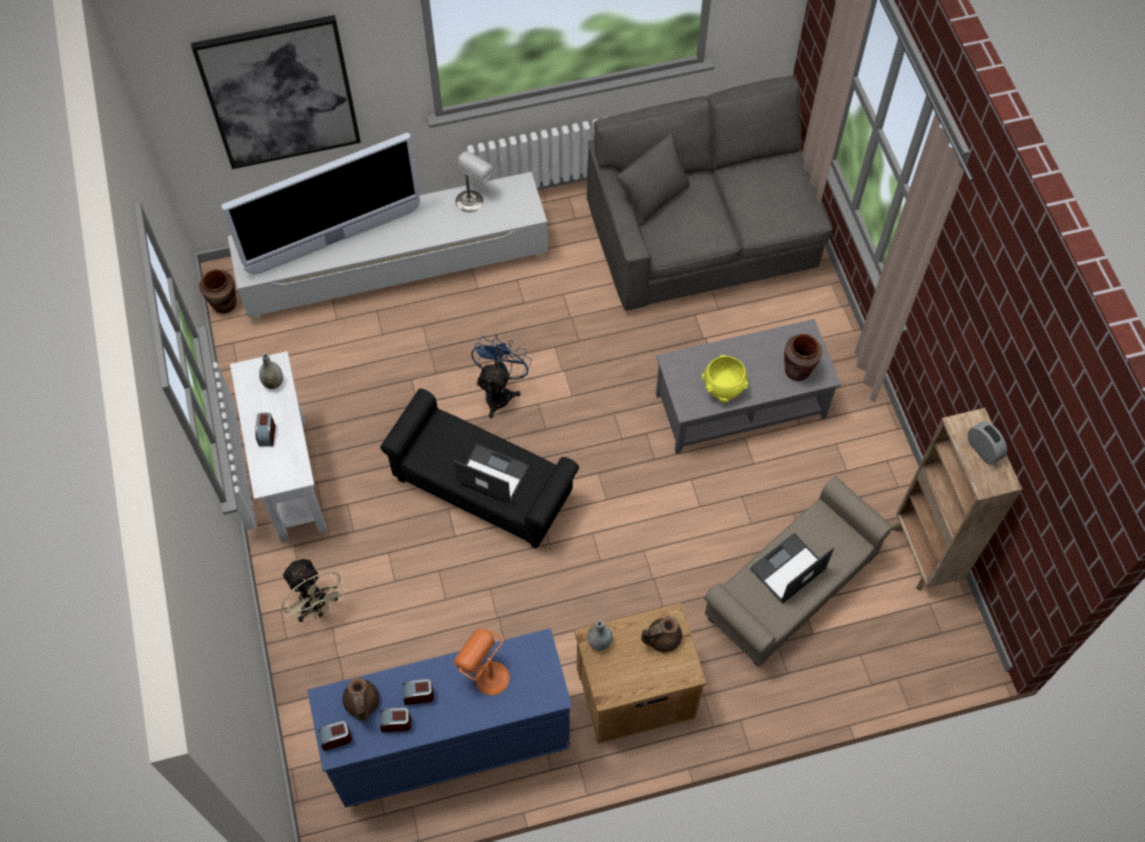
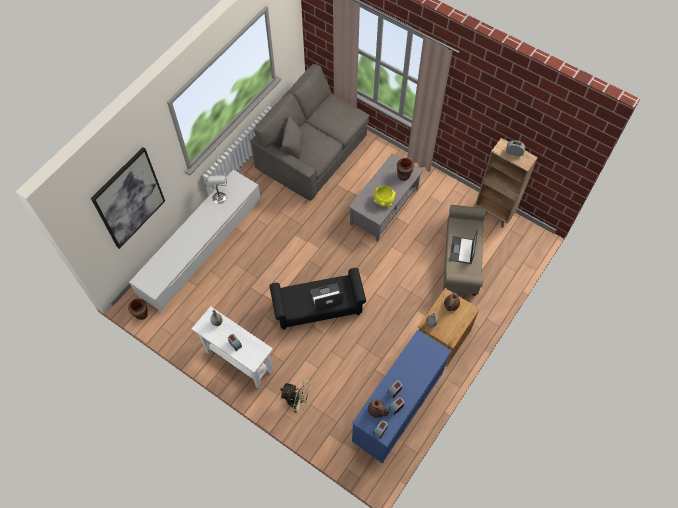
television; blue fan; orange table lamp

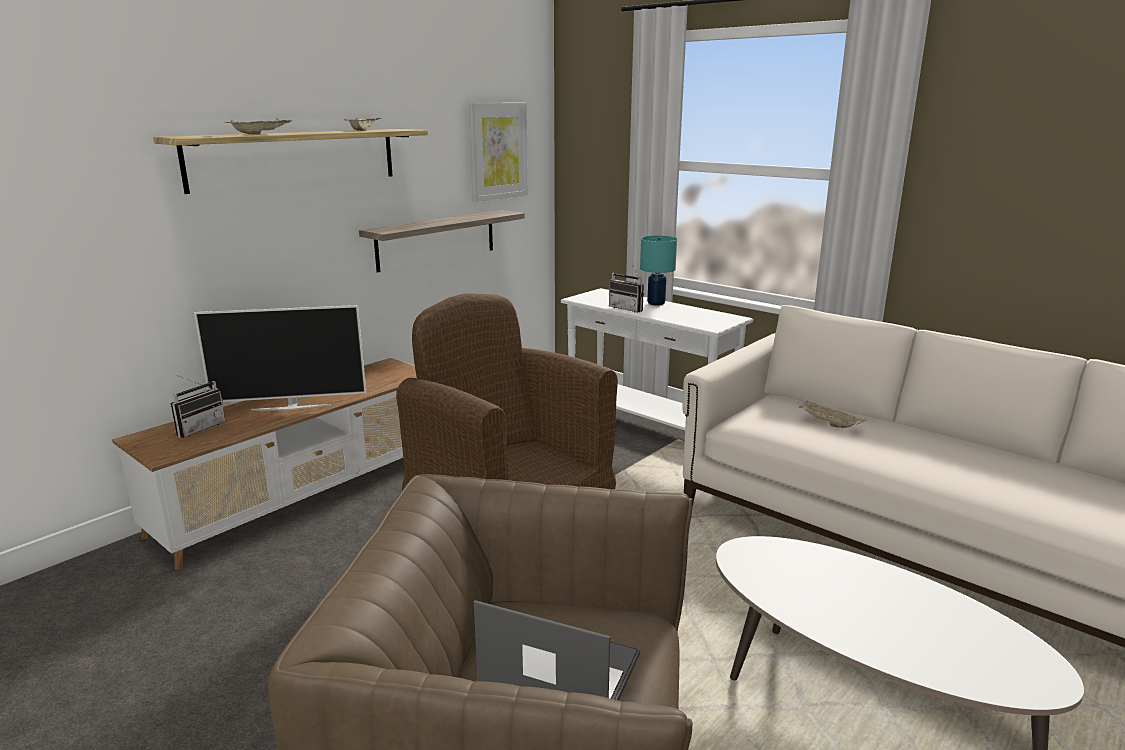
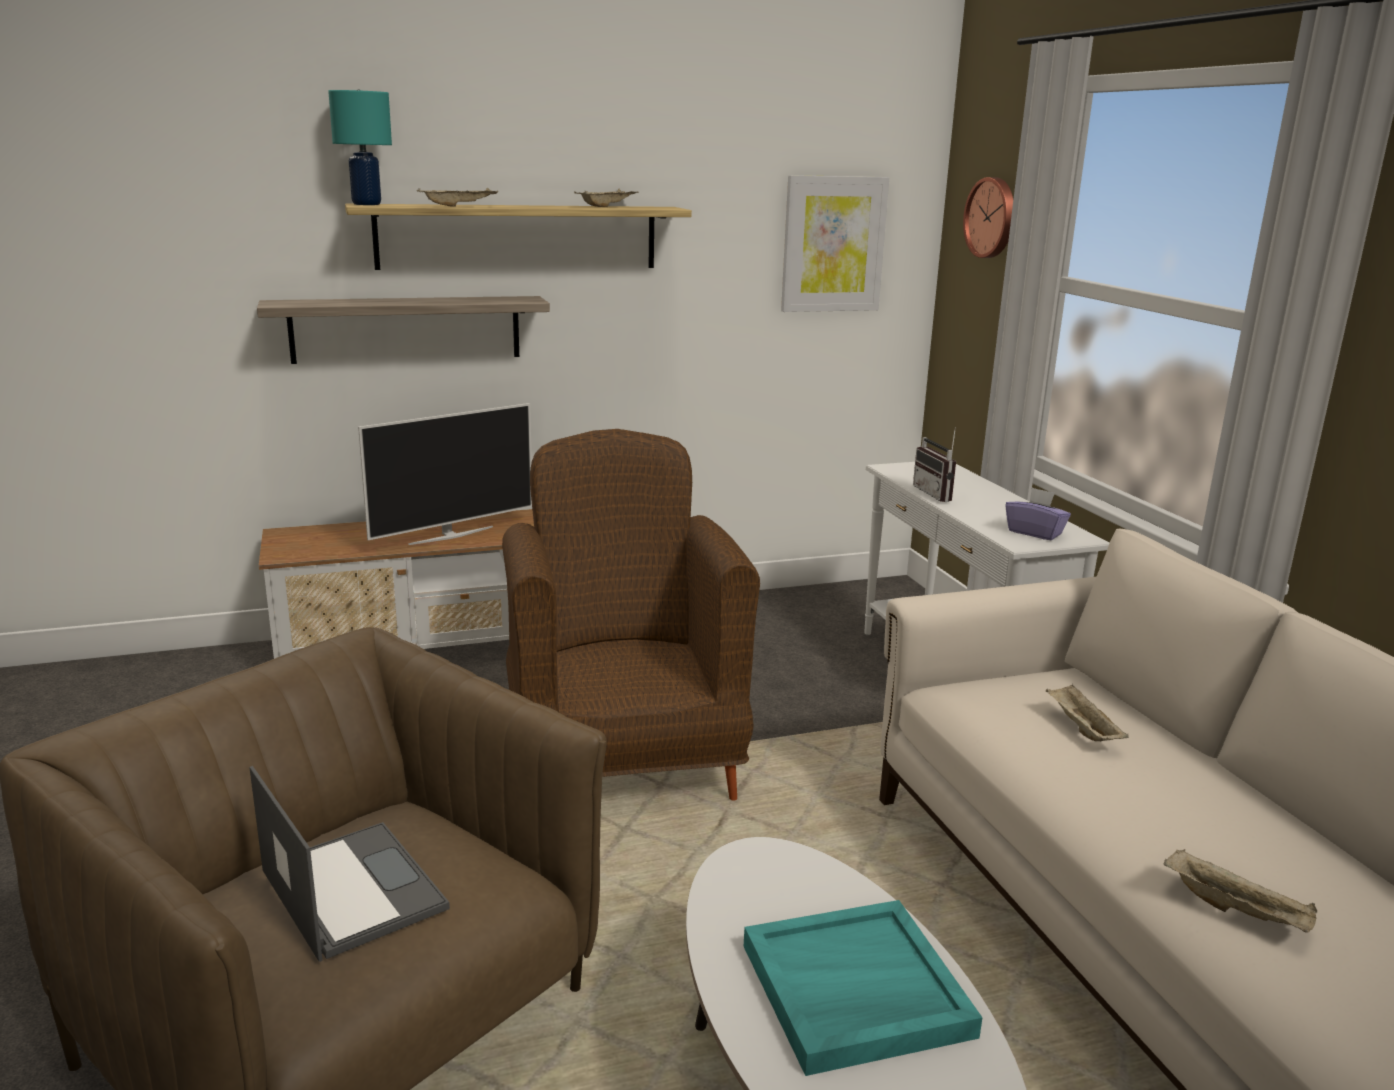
shelf (no. 1 from left); turquoise table lamp; television; radio (no. 1 from left in the first image); wall clock; purple tissue box; beige tray (no. 4 from left); turquoise tray

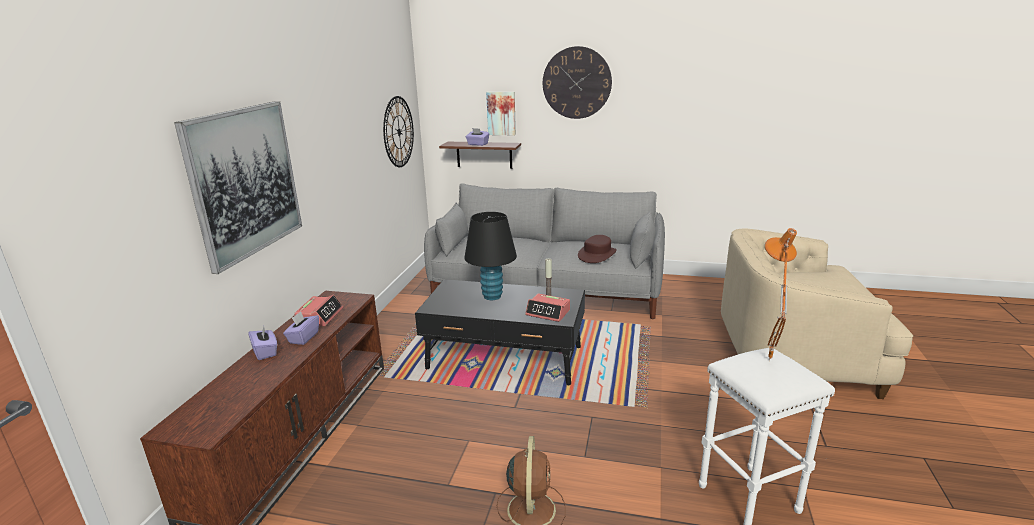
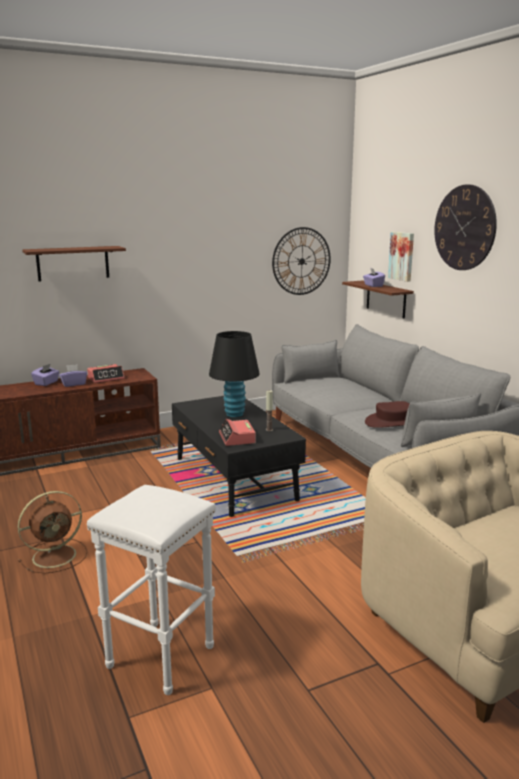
brown shelf (no. 1 from left); orange table lamp

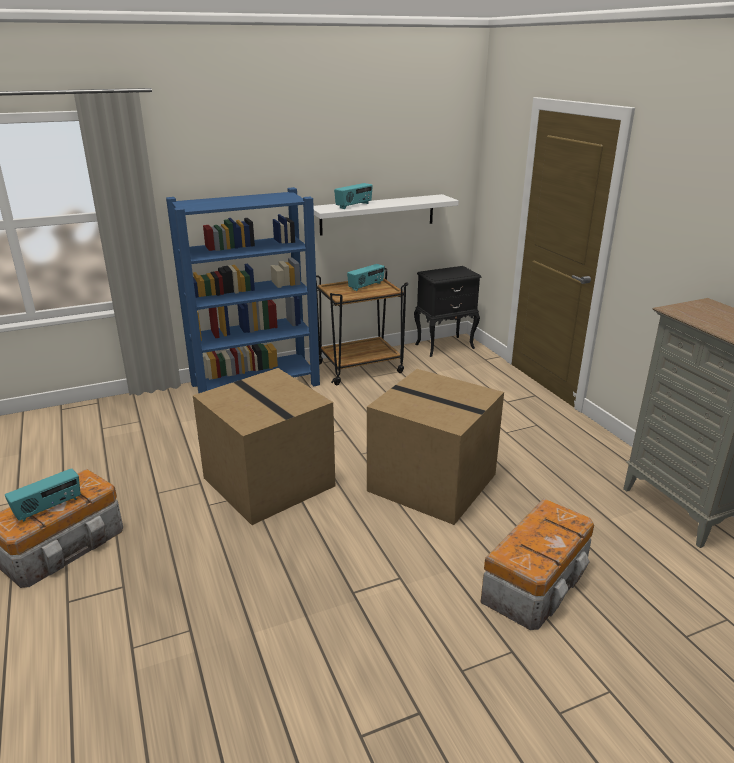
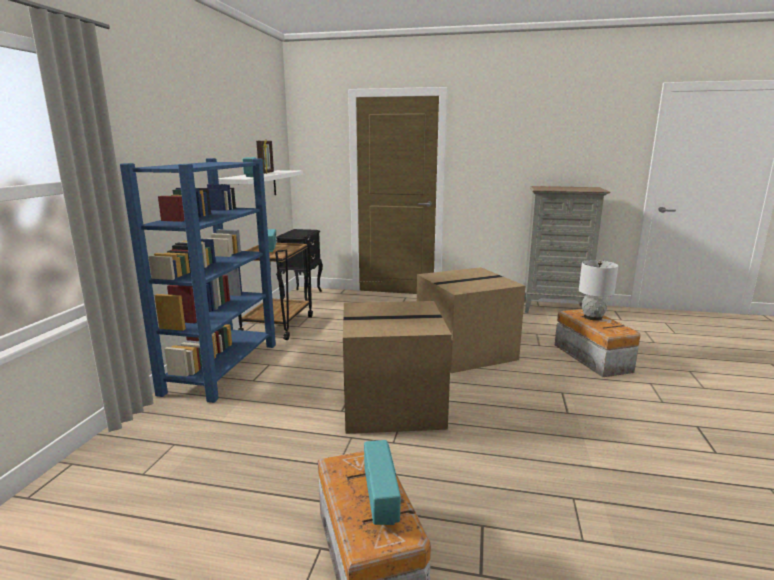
picture frame; white table lamp

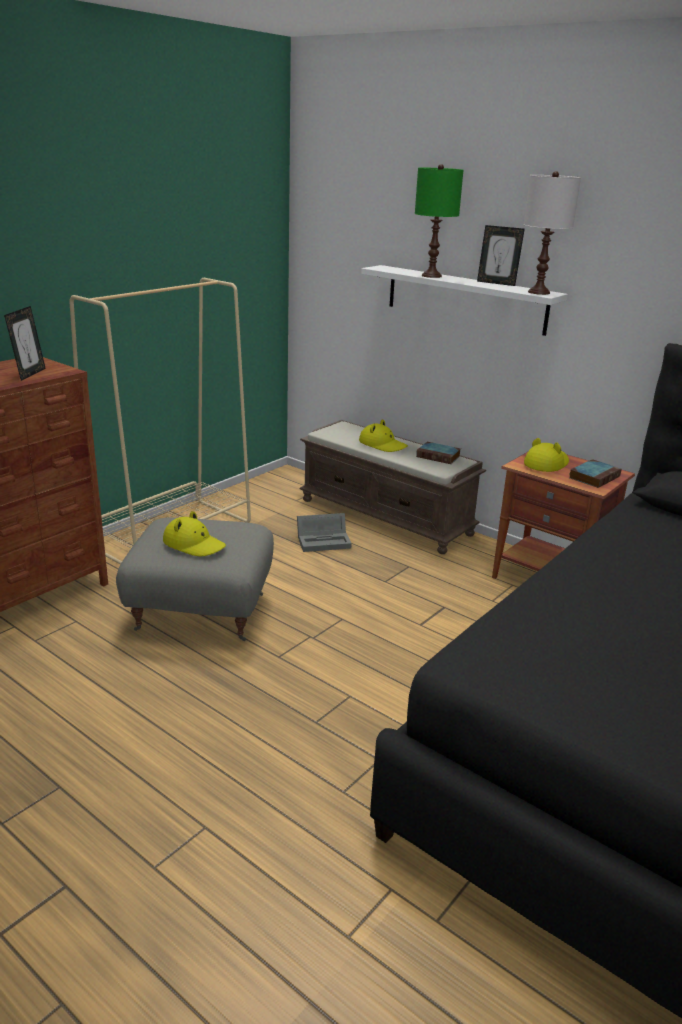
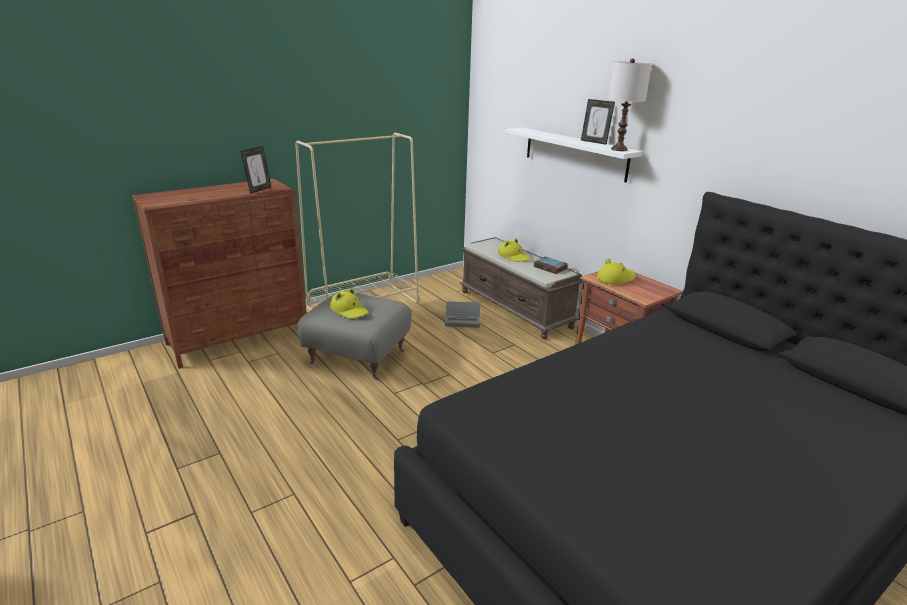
green table lamp; book (no. 2 from left in the first image)

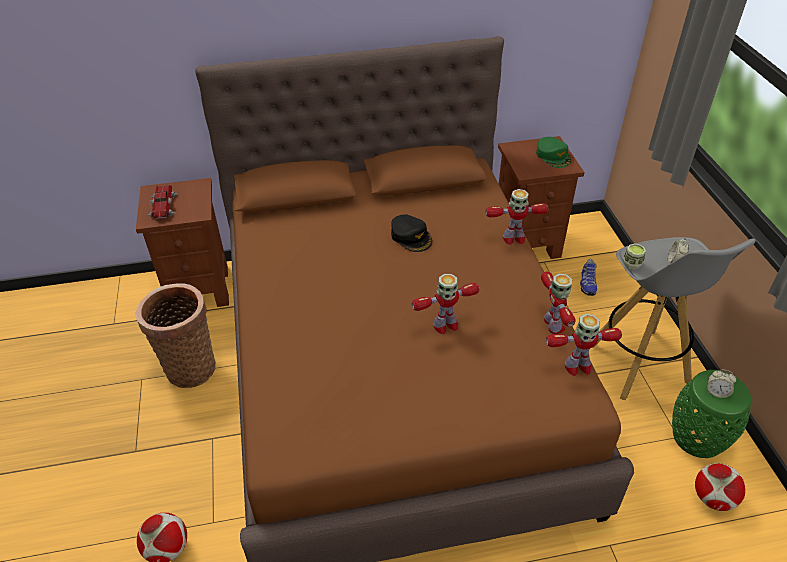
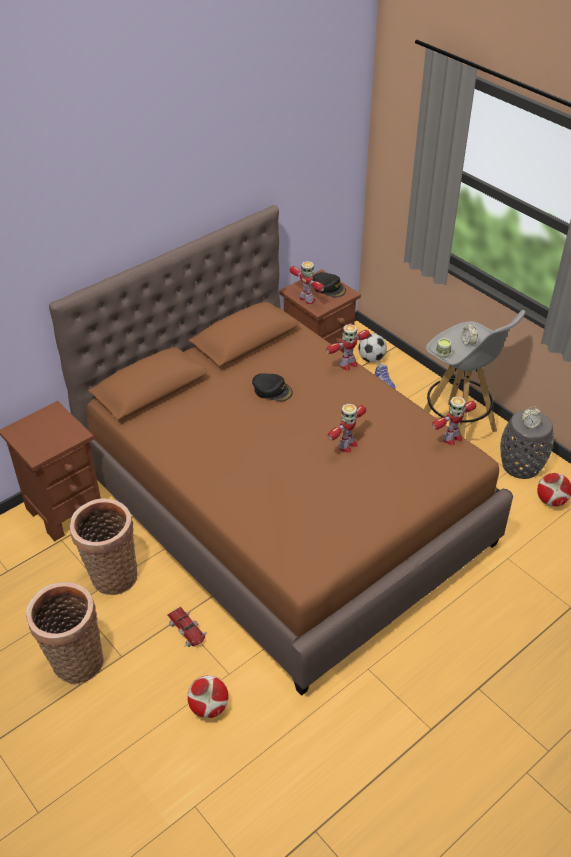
black cap (no. 2 from left); toy car; toy robot (no. 1 from left); grey stool (no. 2 from left); football (no. 2 from left); basket (no. 1 from left)

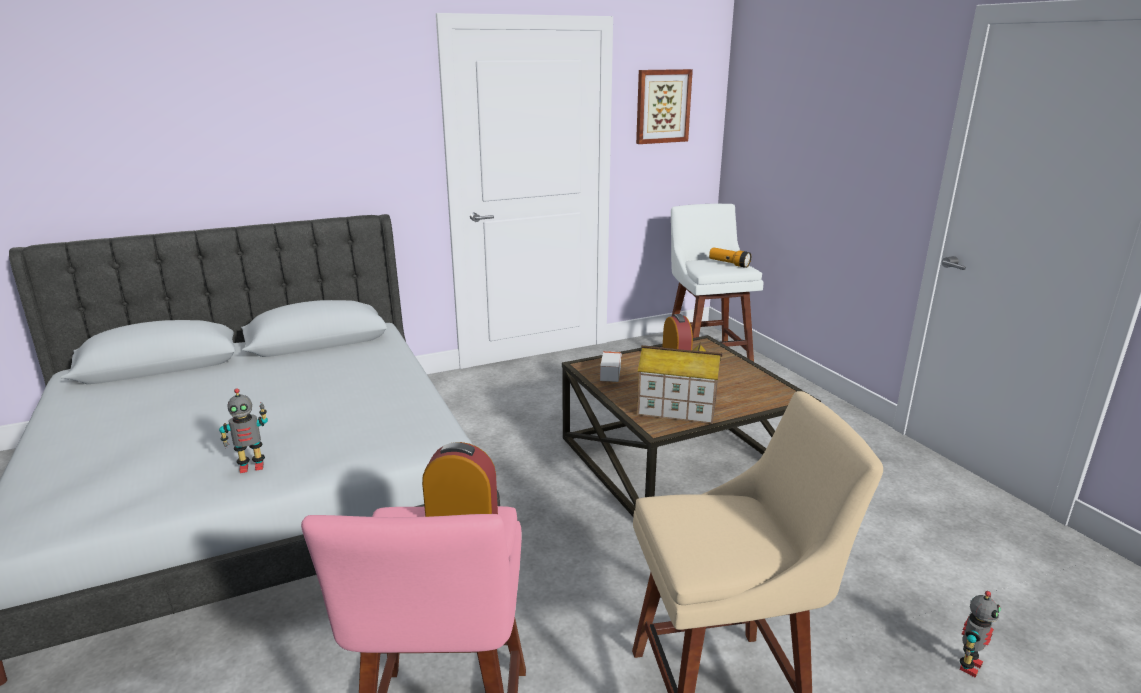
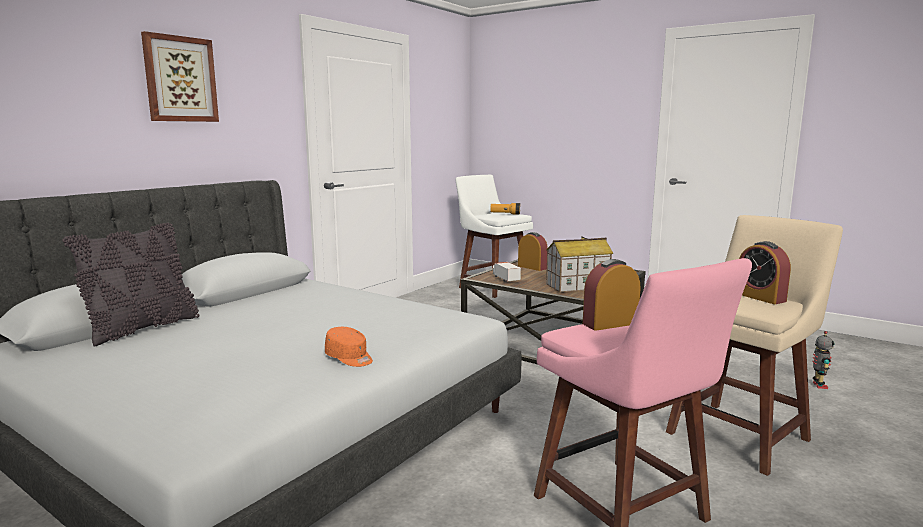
picture; orange cap; black pillow; alarm clock (no. 3 from left)

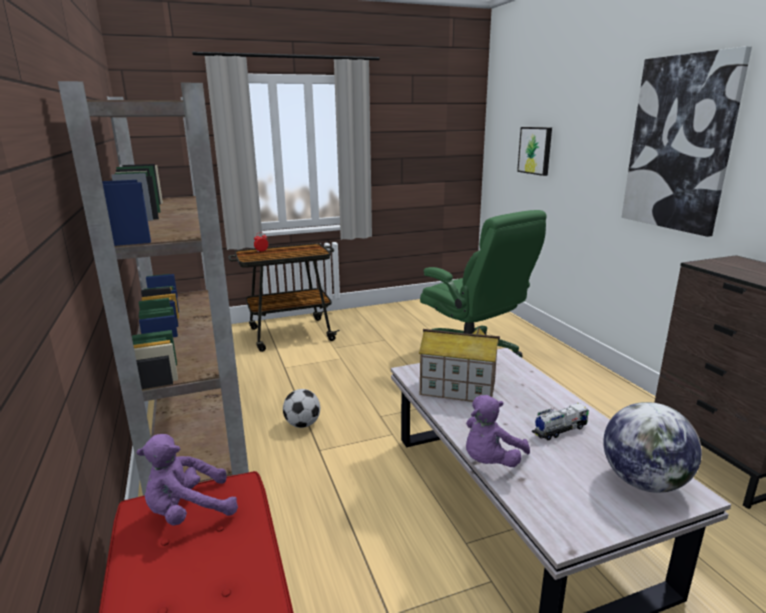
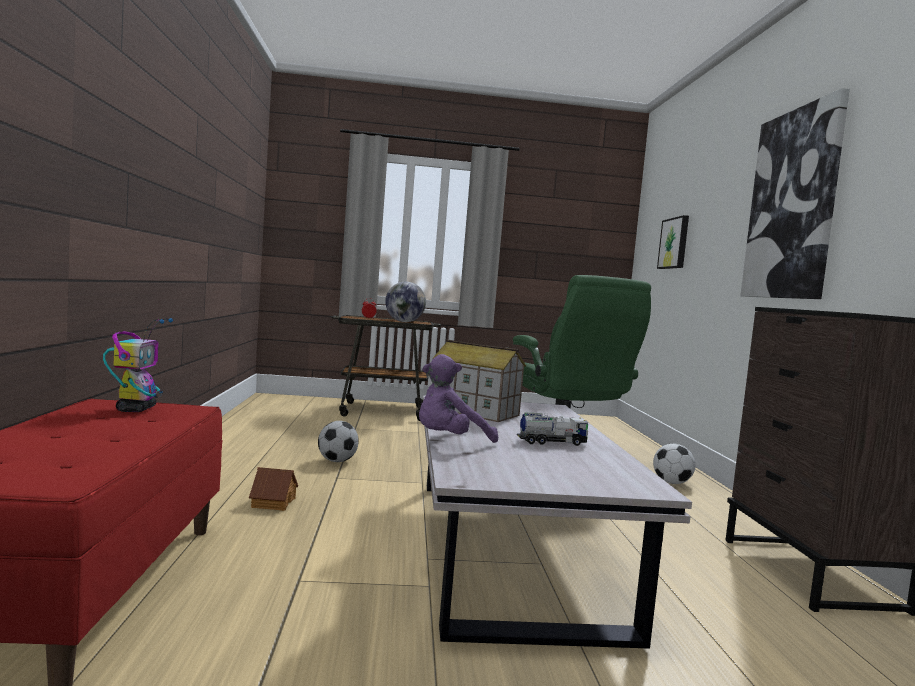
brown bookcase; globe; toy robot; football (no. 2 from left); toy house (no. 1 from left)

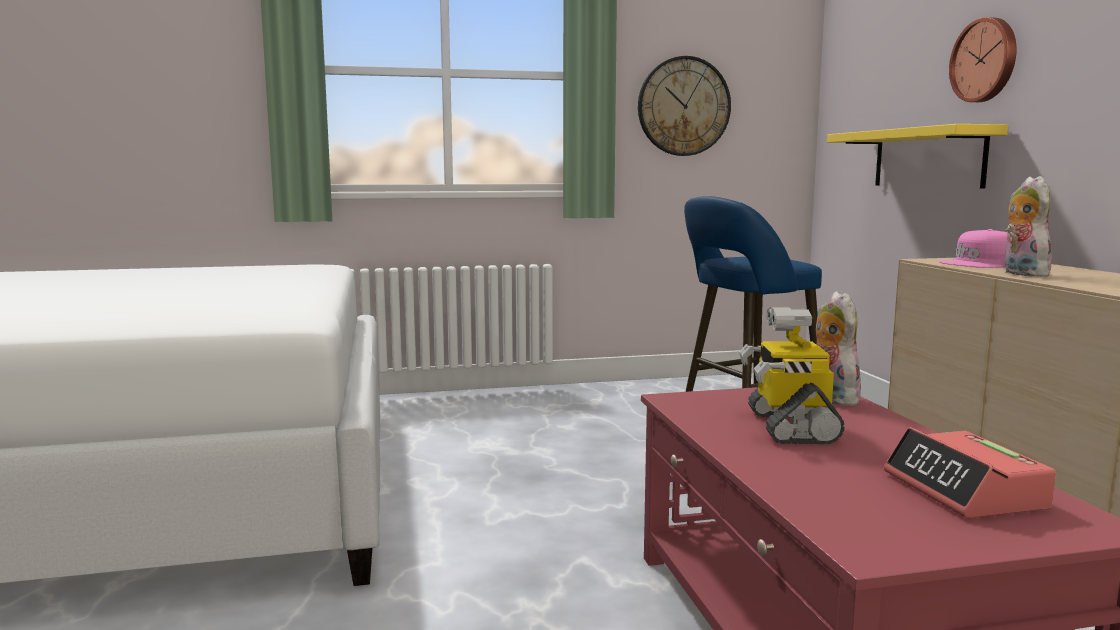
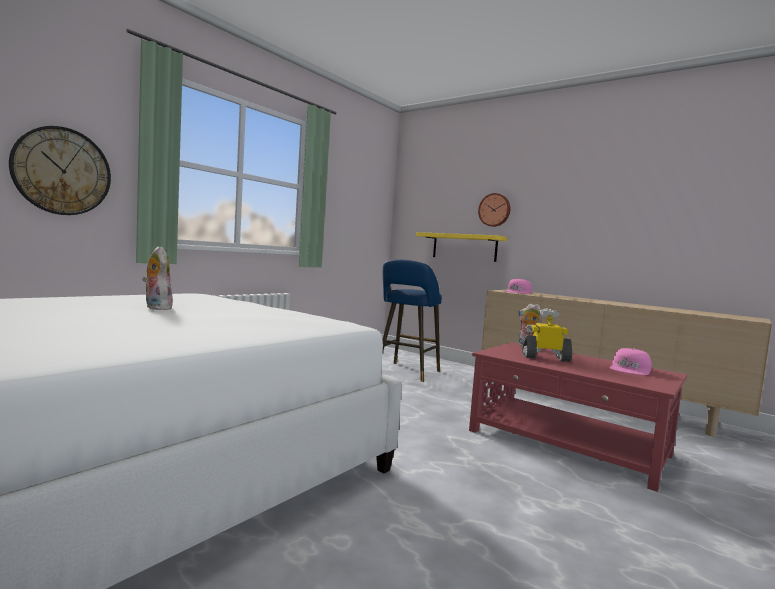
wall clock (no. 1 from left); plush toy (no. 1 from left); toy robot; pink cap (no. 2 from left)

